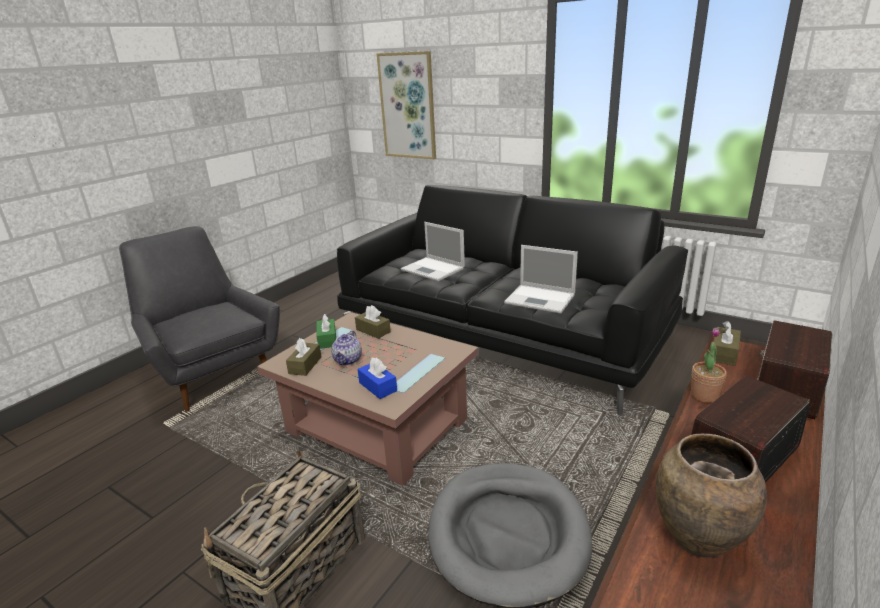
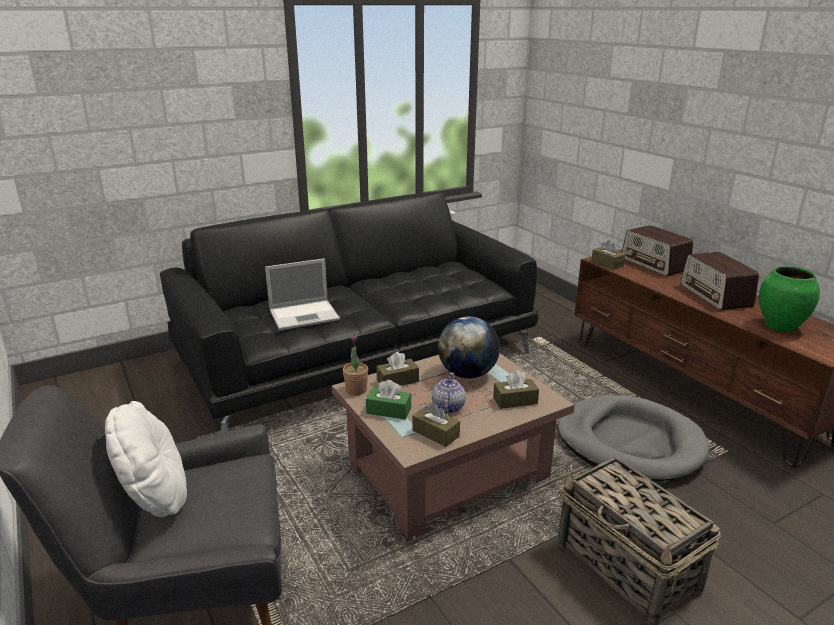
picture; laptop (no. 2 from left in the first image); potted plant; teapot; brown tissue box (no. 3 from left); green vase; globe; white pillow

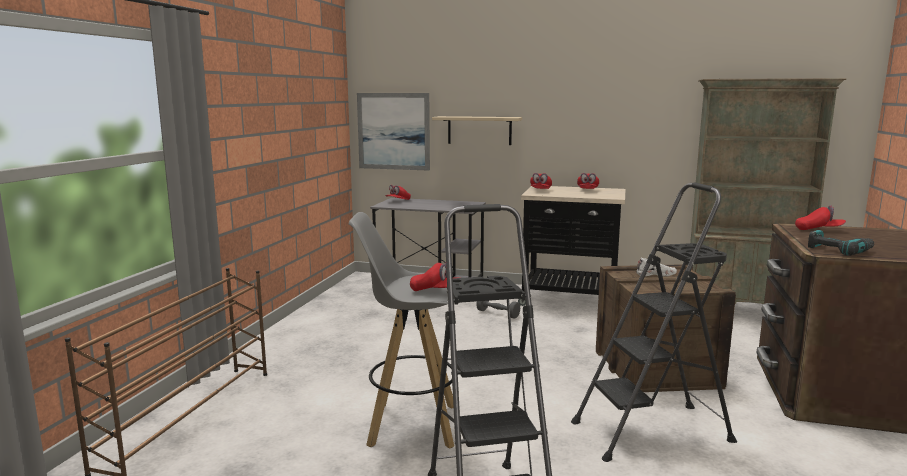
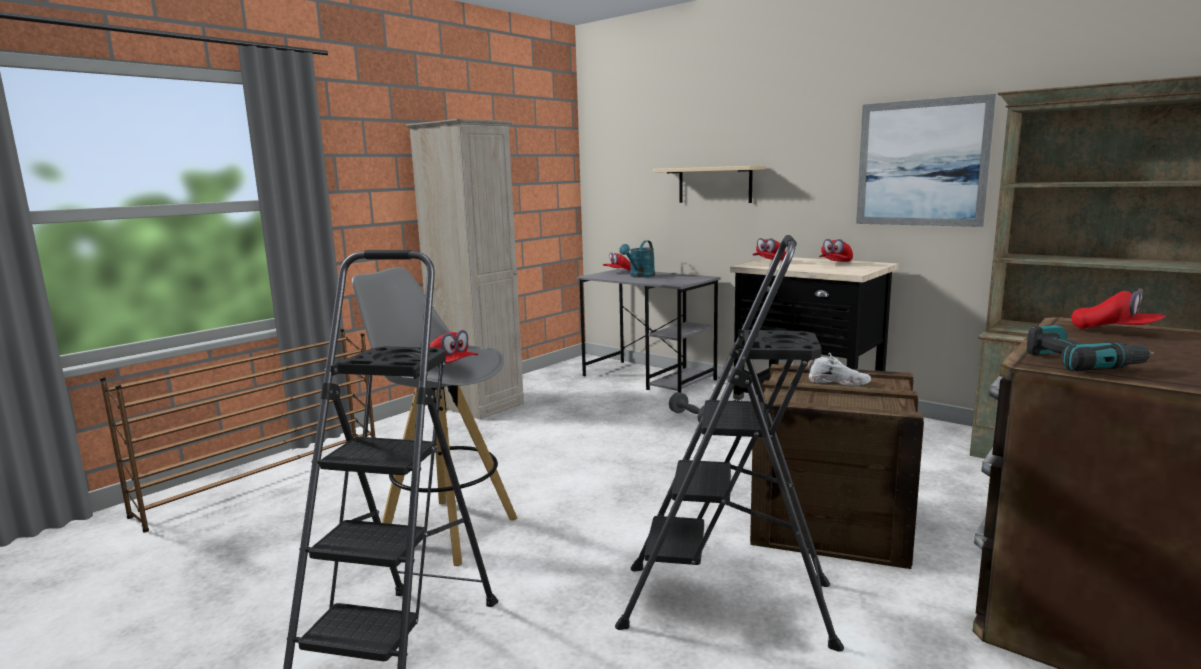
picture; beige cabinet; turquoise watering can

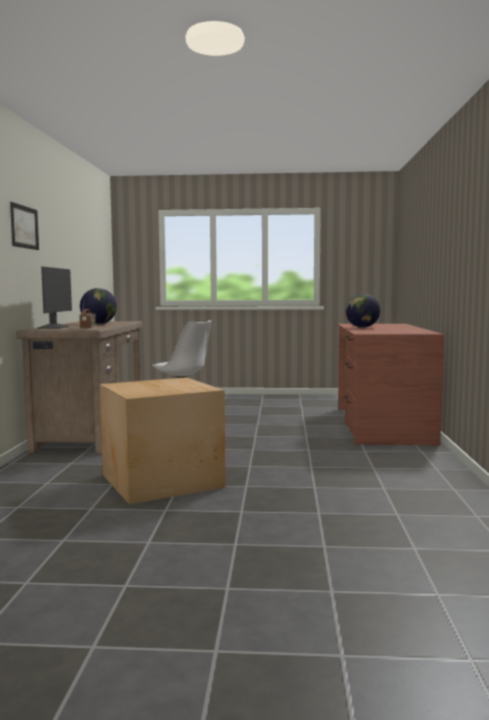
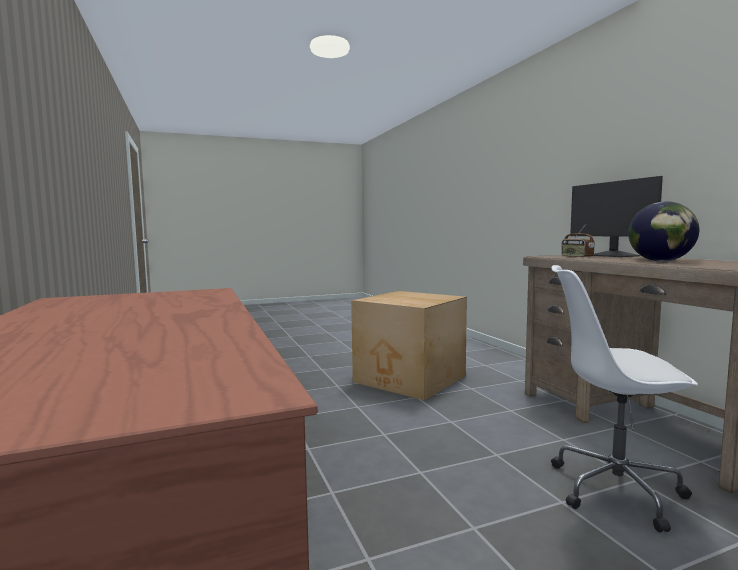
picture; globe (no. 2 from left in the first image)

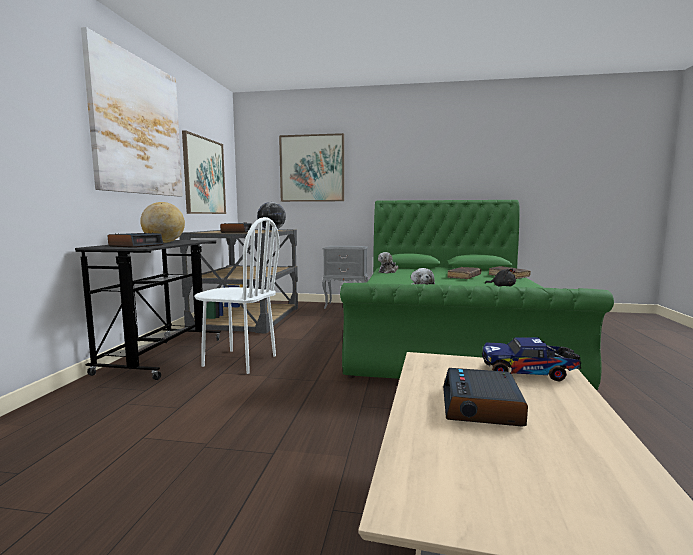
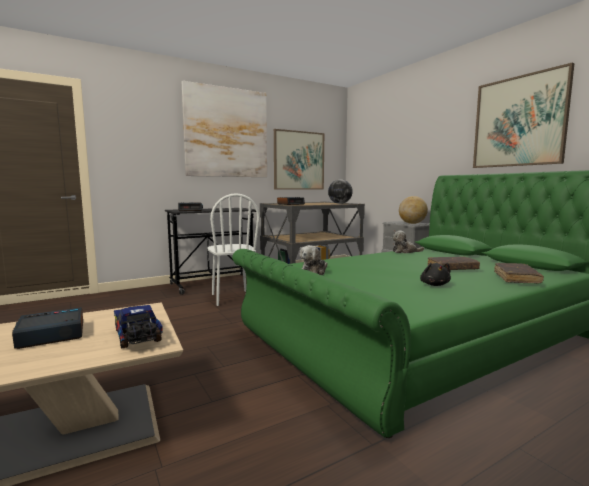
picture (no. 3 from left); globe (no. 2 from left)

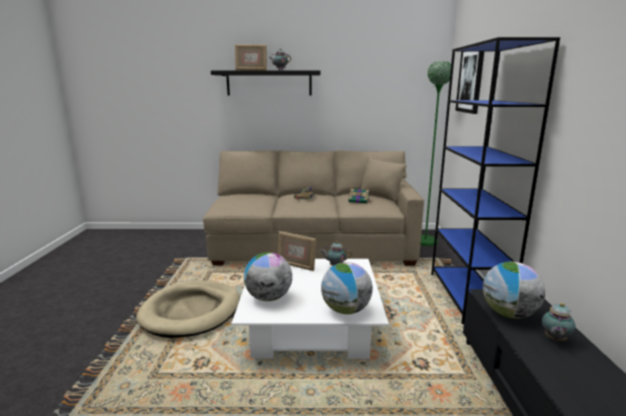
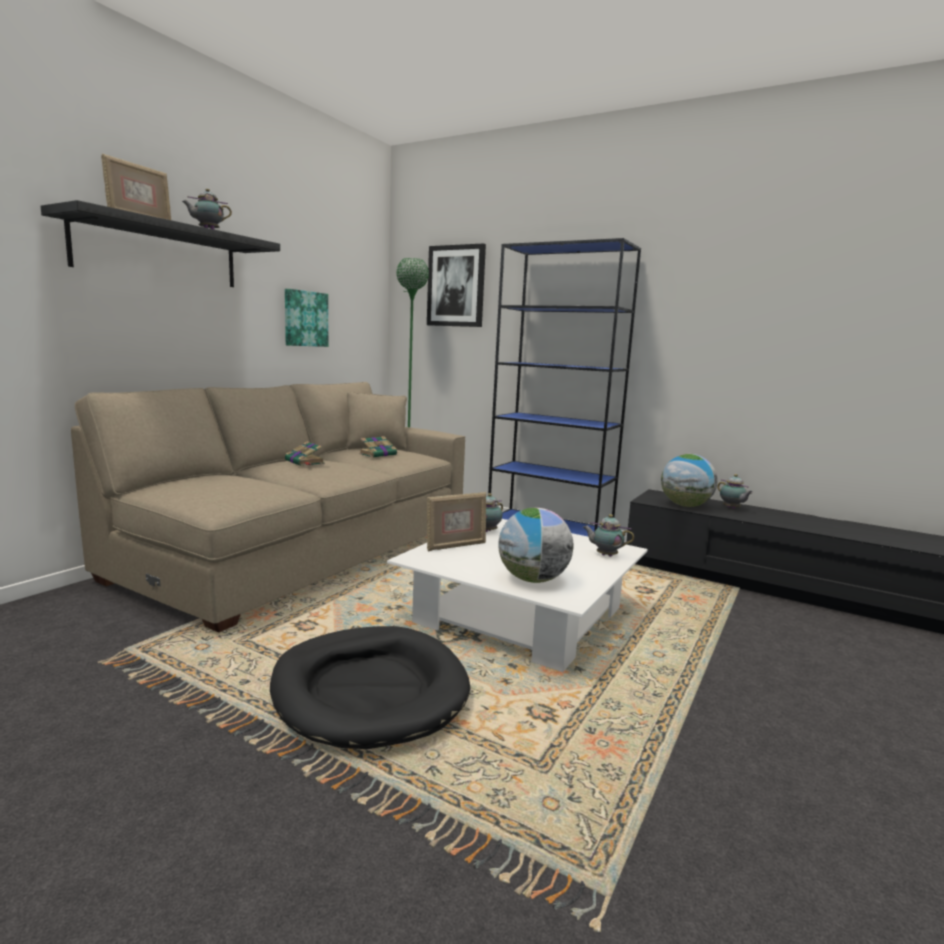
teapot (no. 3 from left); black dog bed; picture (no. 1 from left)

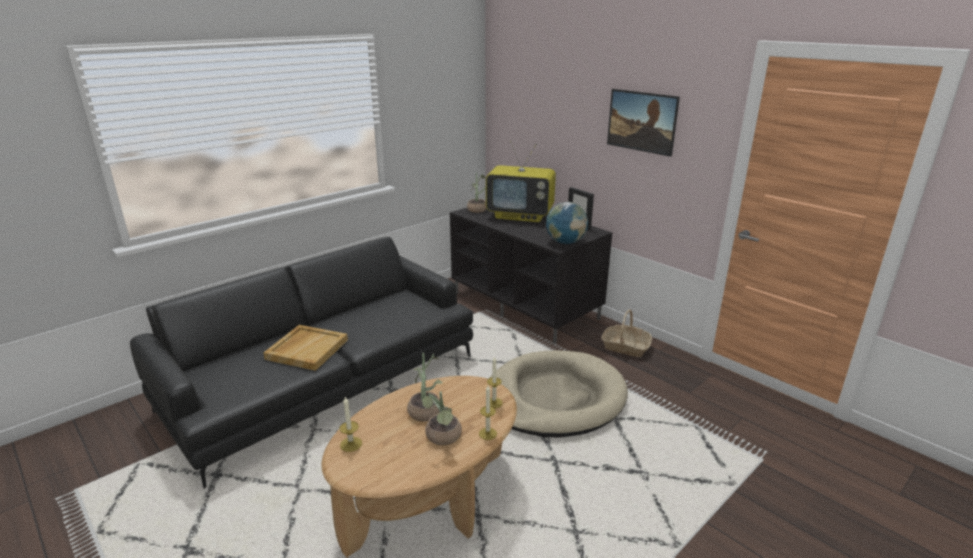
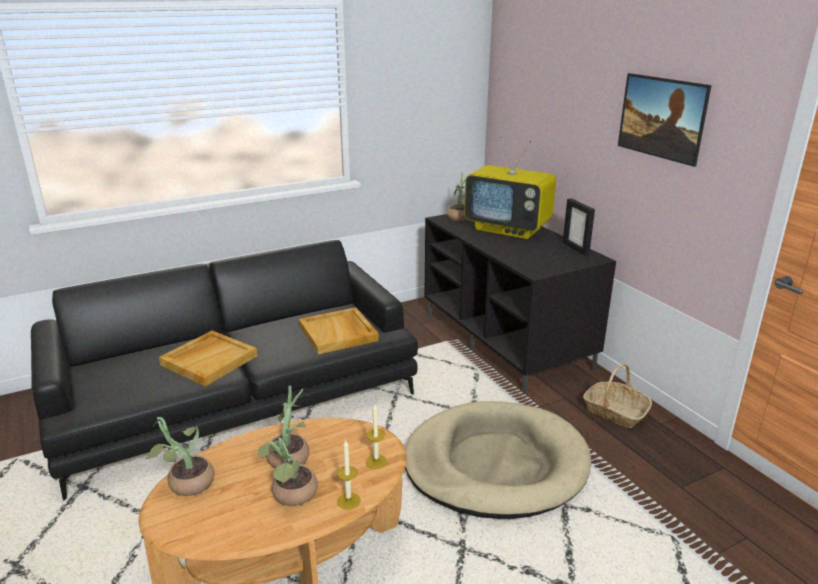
globe; potted plant (no. 1 from left); beige tray (no. 2 from left)

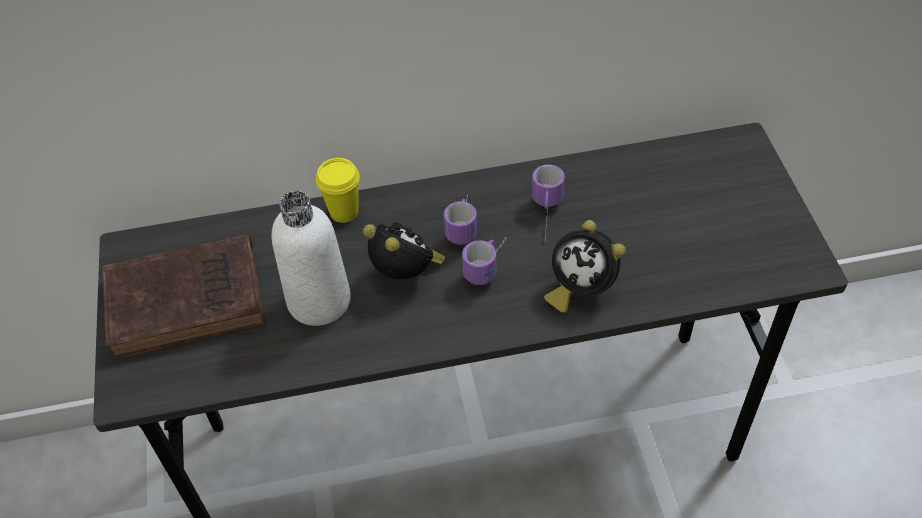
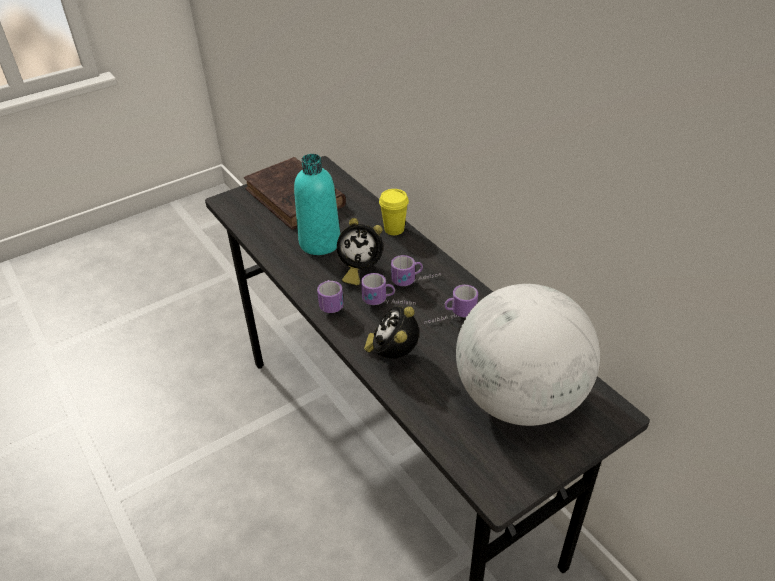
turquoise bottle; alarm clock (no. 1 from left); mug (no. 1 from left); globe

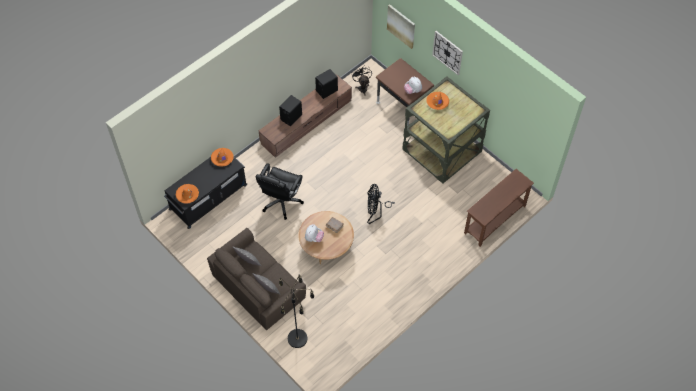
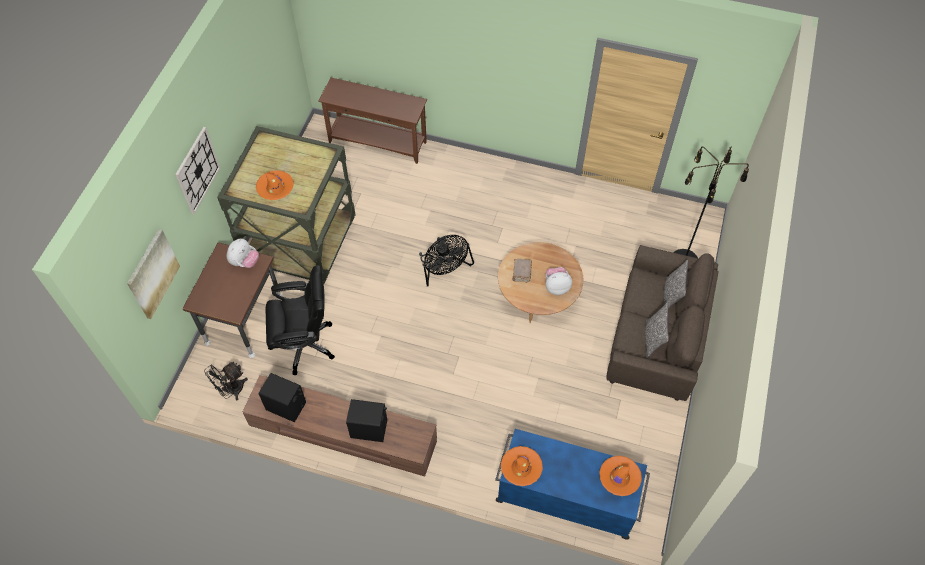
blue cabinet; black office chair

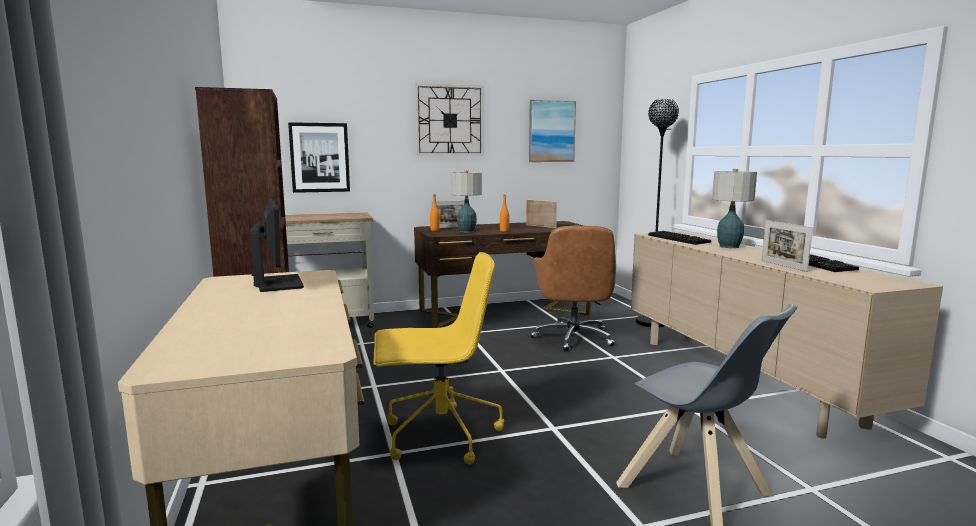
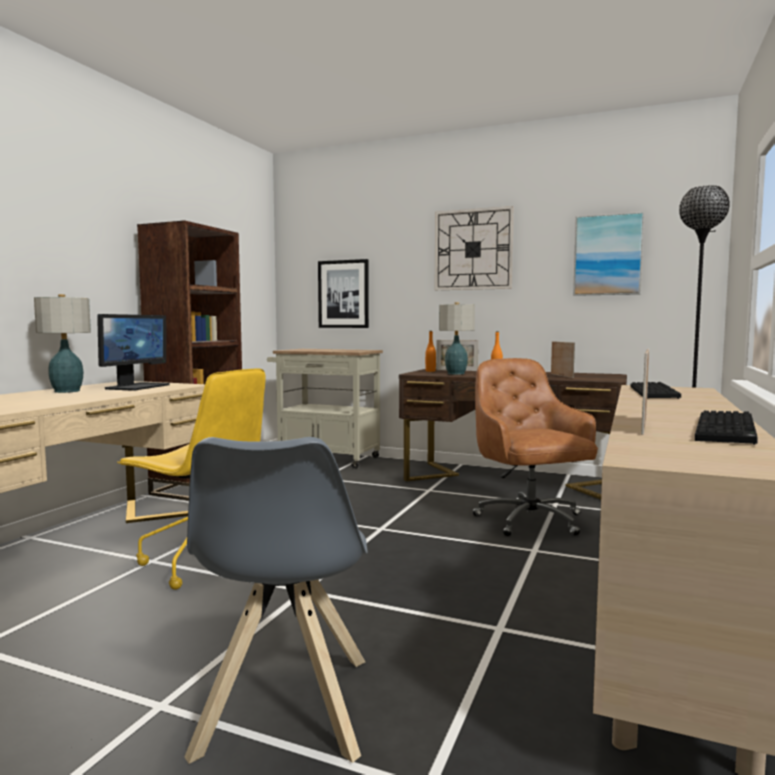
table lamp (no. 1 from left); brown office chair

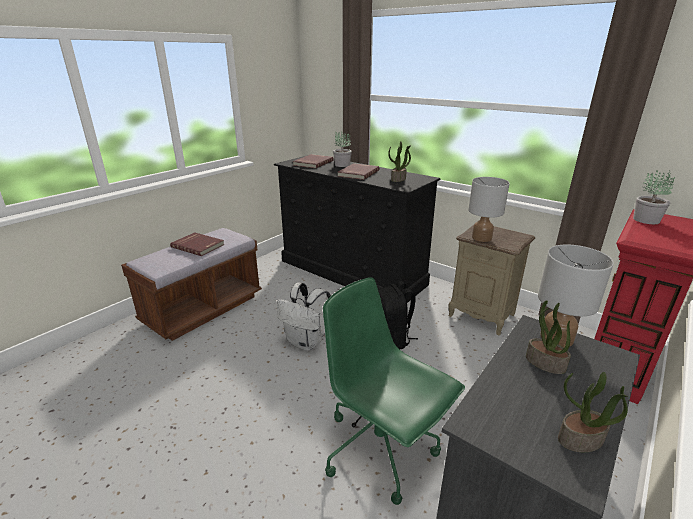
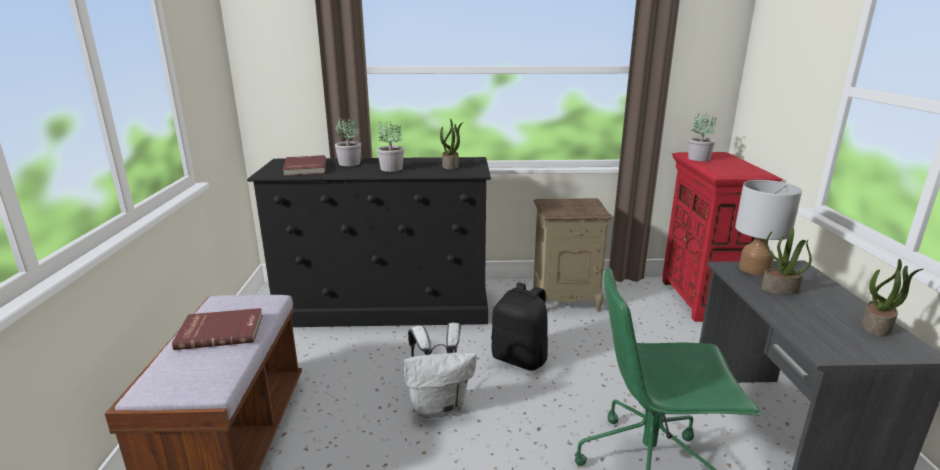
potted plant (no. 2 from left); grey table lamp (no. 1 from left in the first image)

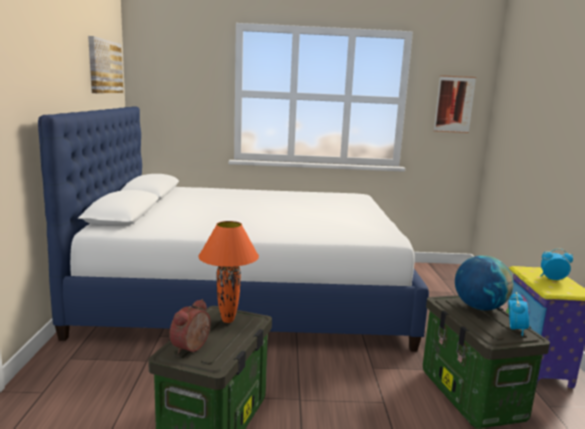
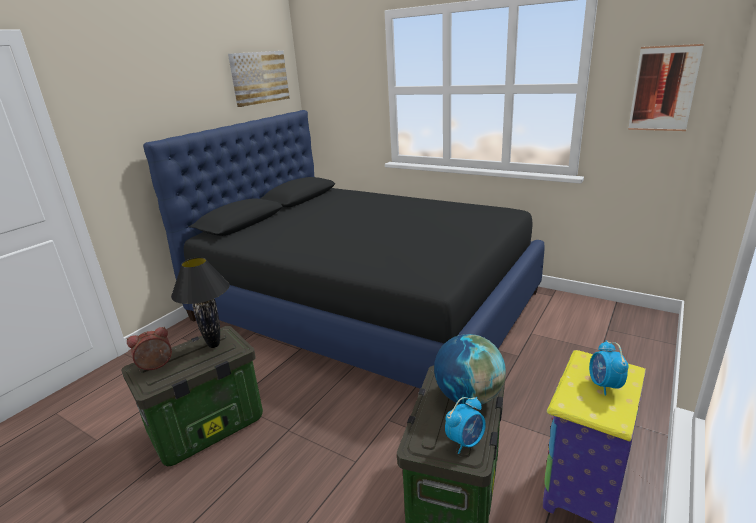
black bed; black table lamp; alarm clock (no. 3 from left)

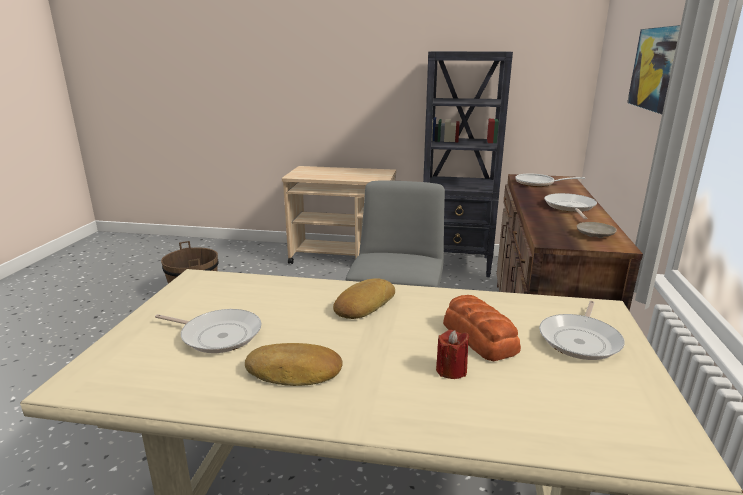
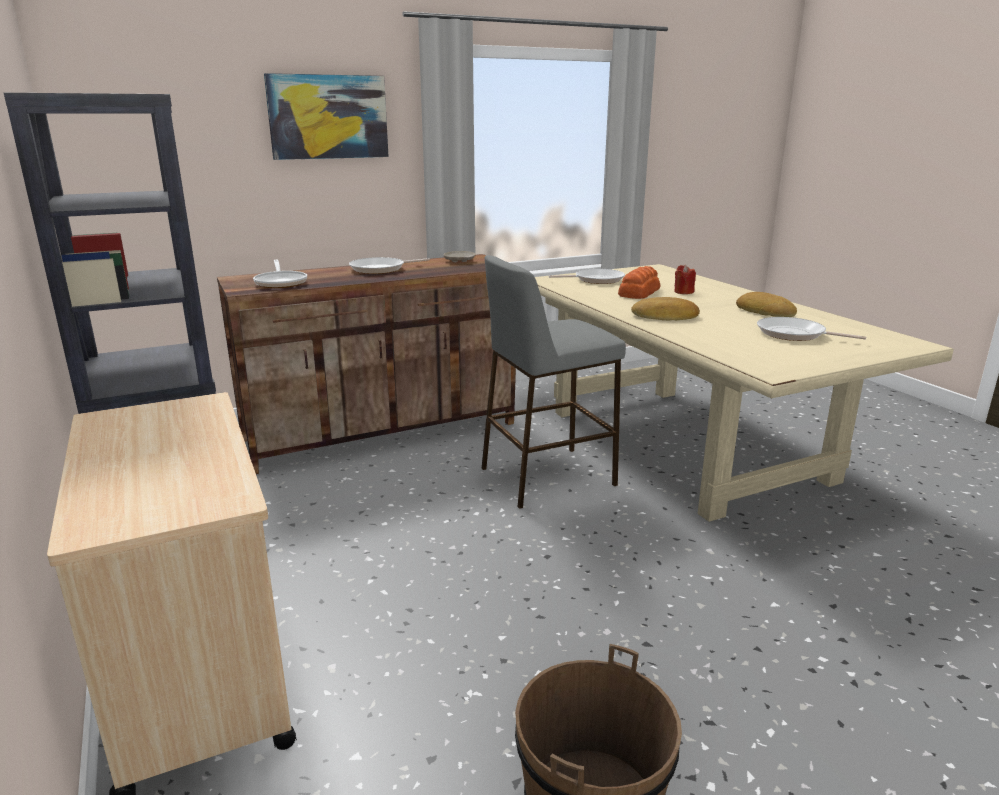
frying pan (no. 4 from left)

